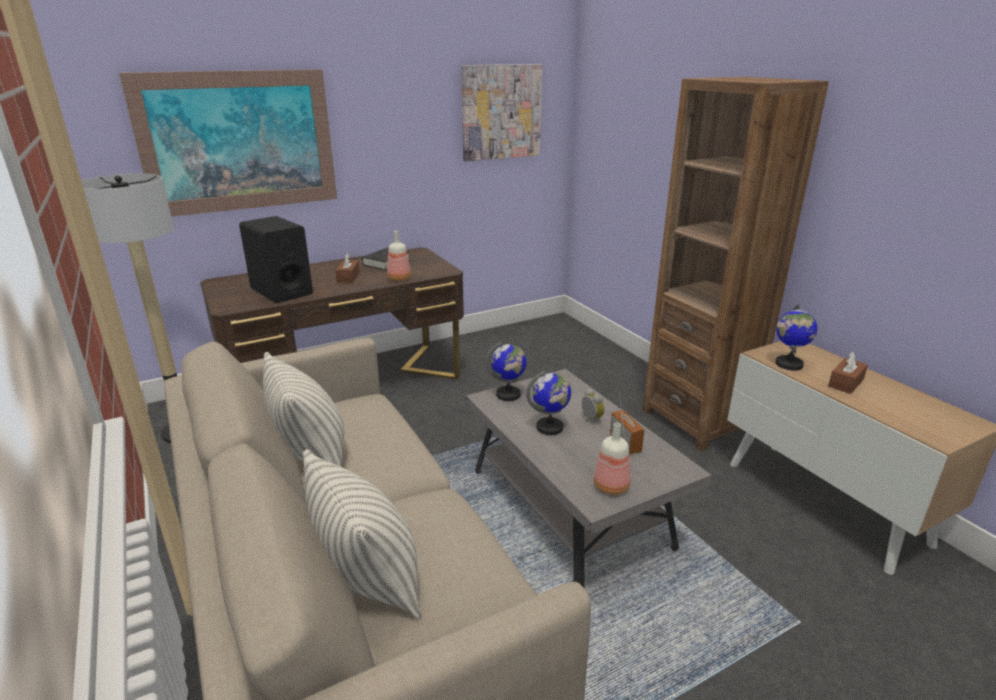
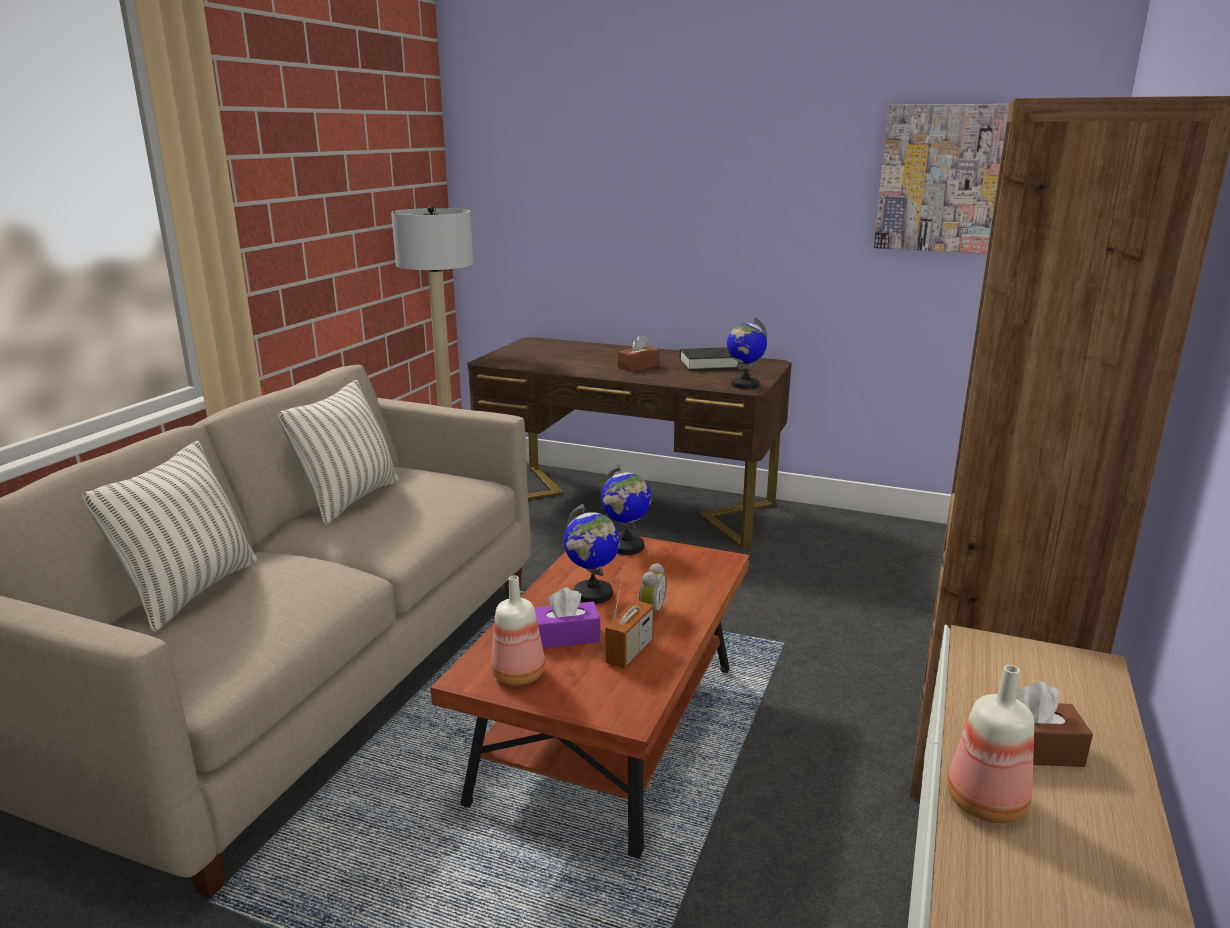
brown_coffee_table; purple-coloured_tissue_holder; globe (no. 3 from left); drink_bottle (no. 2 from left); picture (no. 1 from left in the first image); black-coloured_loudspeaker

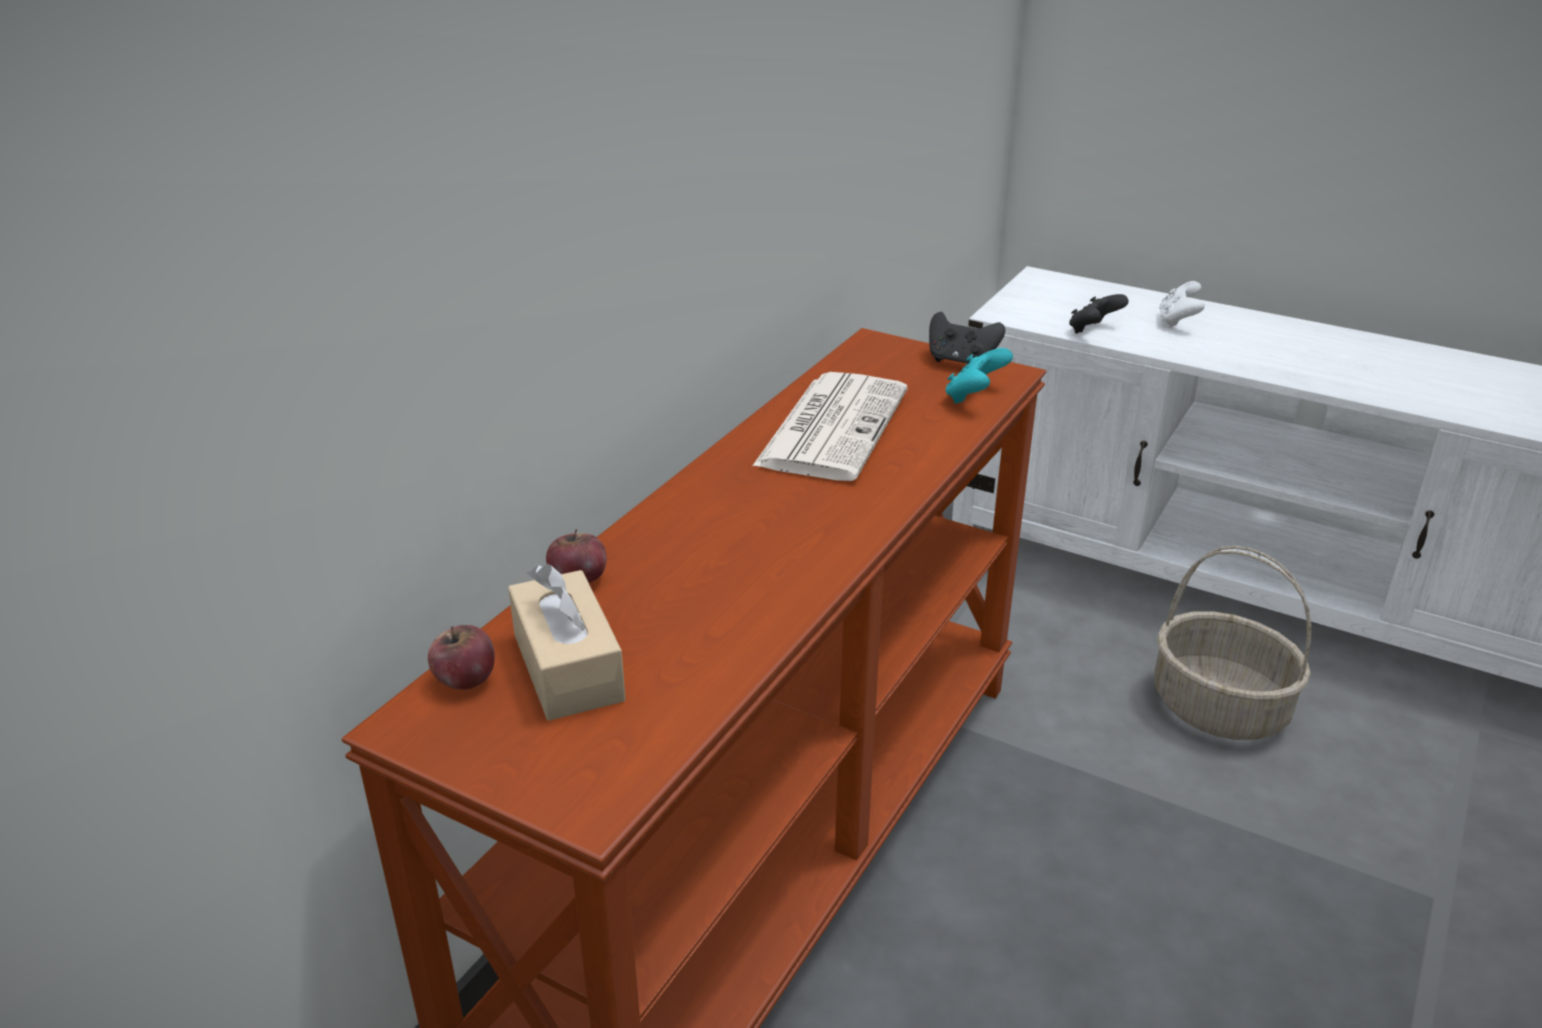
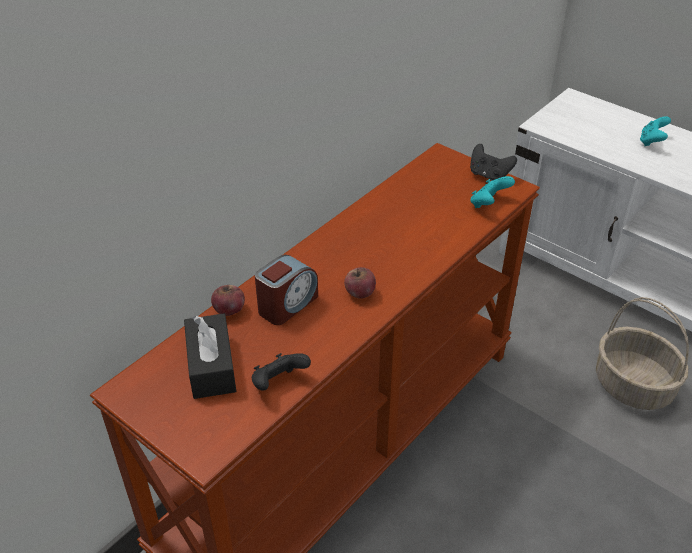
black-coloured_tissue_holder; black-coloured_joypad (no. 1 from left); alarm_clock; apple_fruit (no. 2 from left); blue-green_joypad (no. 2 from left); newspaper

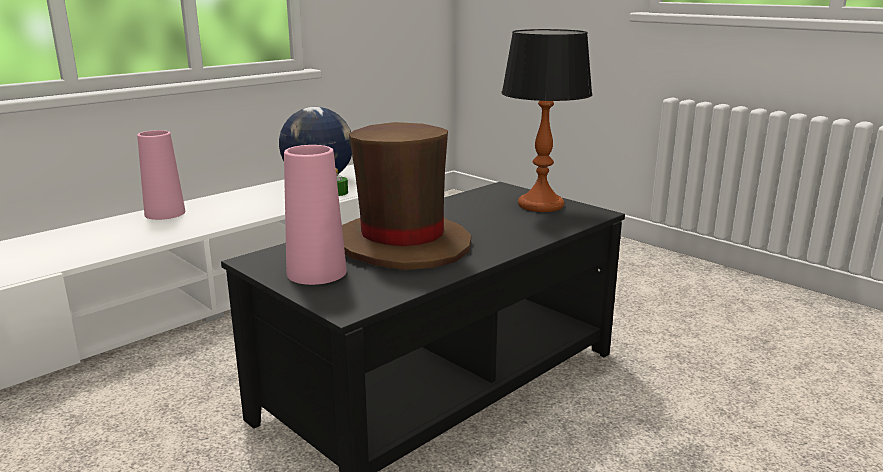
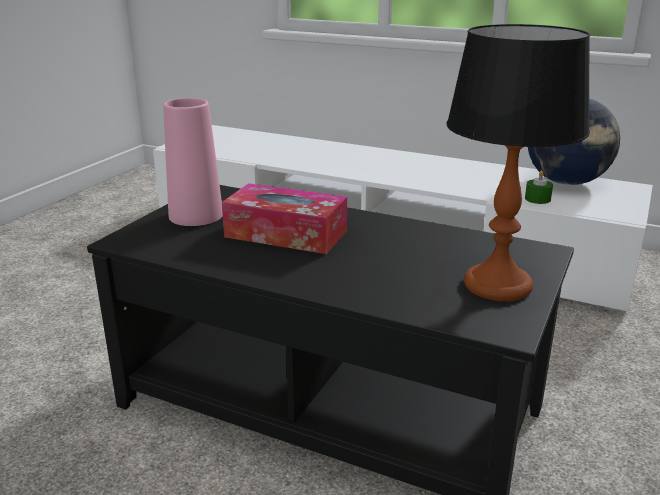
tissue_holder; pinkish_decorative_vase (no. 1 from left in the first image)

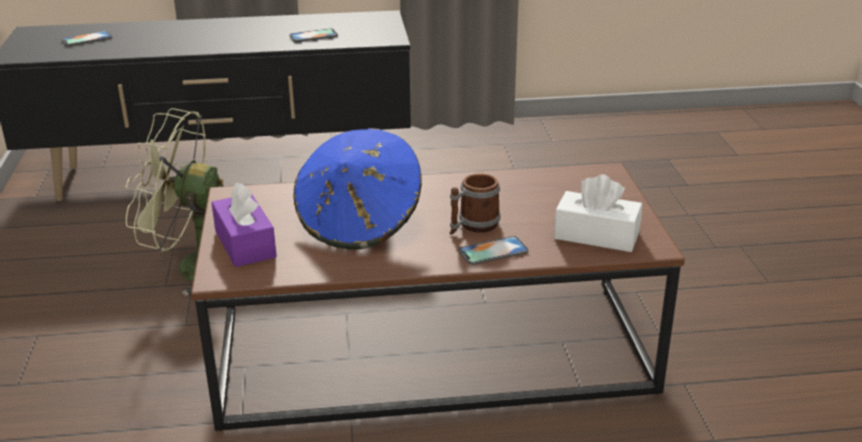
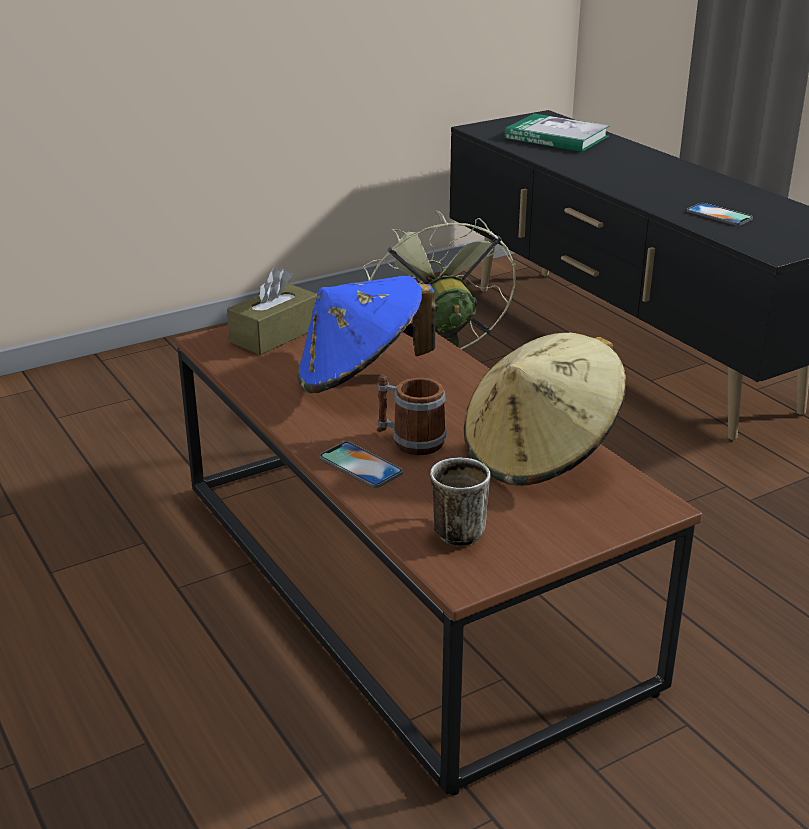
brown_tissue_holder; tea_mug (no. 2 from left); beige-coloured_clothing_hat; book

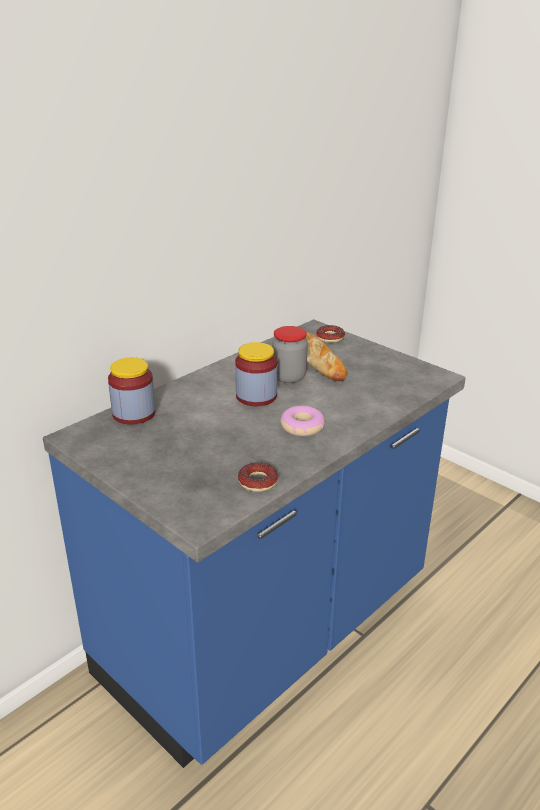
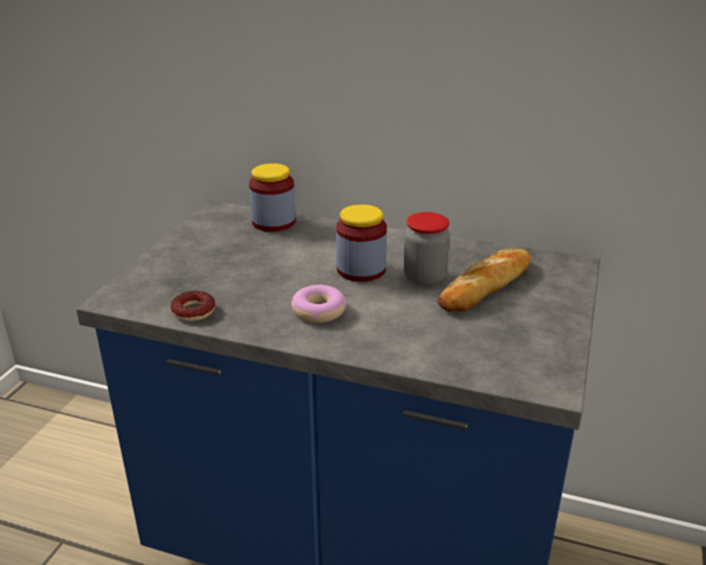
doughnut (no. 3 from left in the first image)

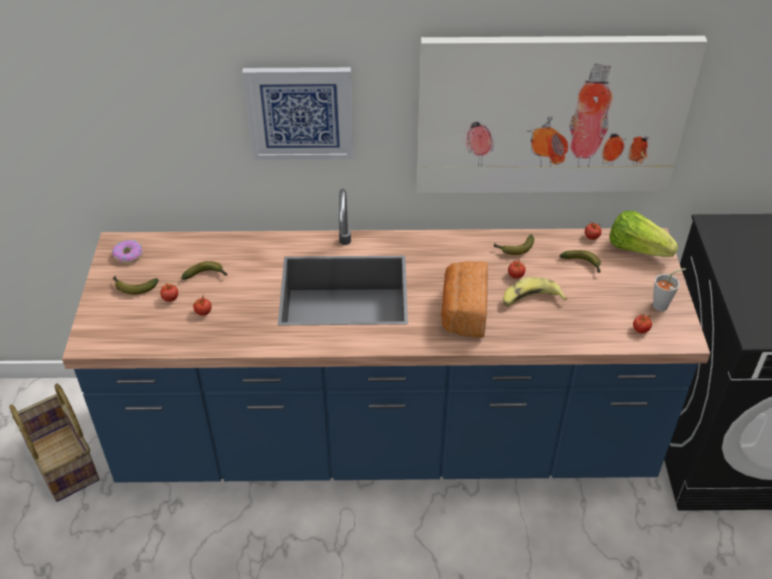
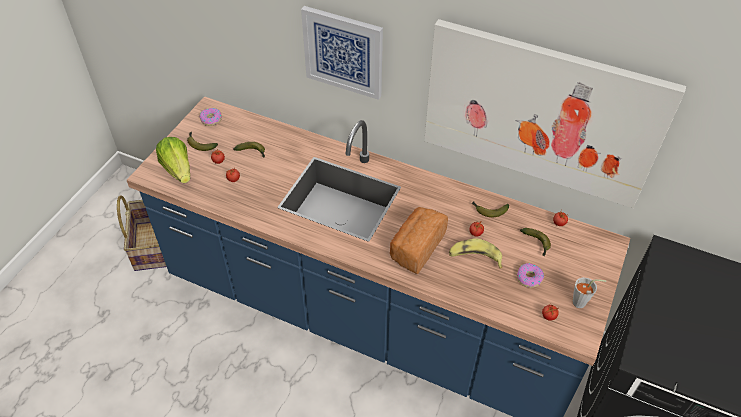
lettuce_head; doughnut (no. 2 from left)

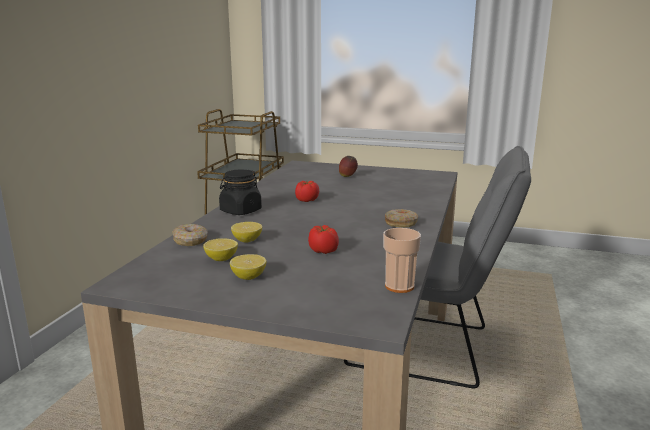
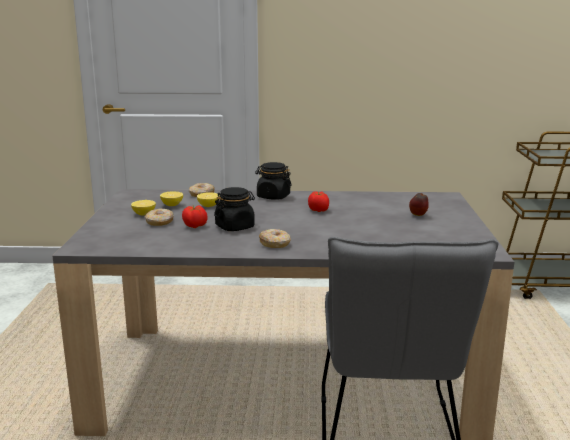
doughnut (no. 1 from left); black-coloured_jar (no. 1 from left); drinking_cup

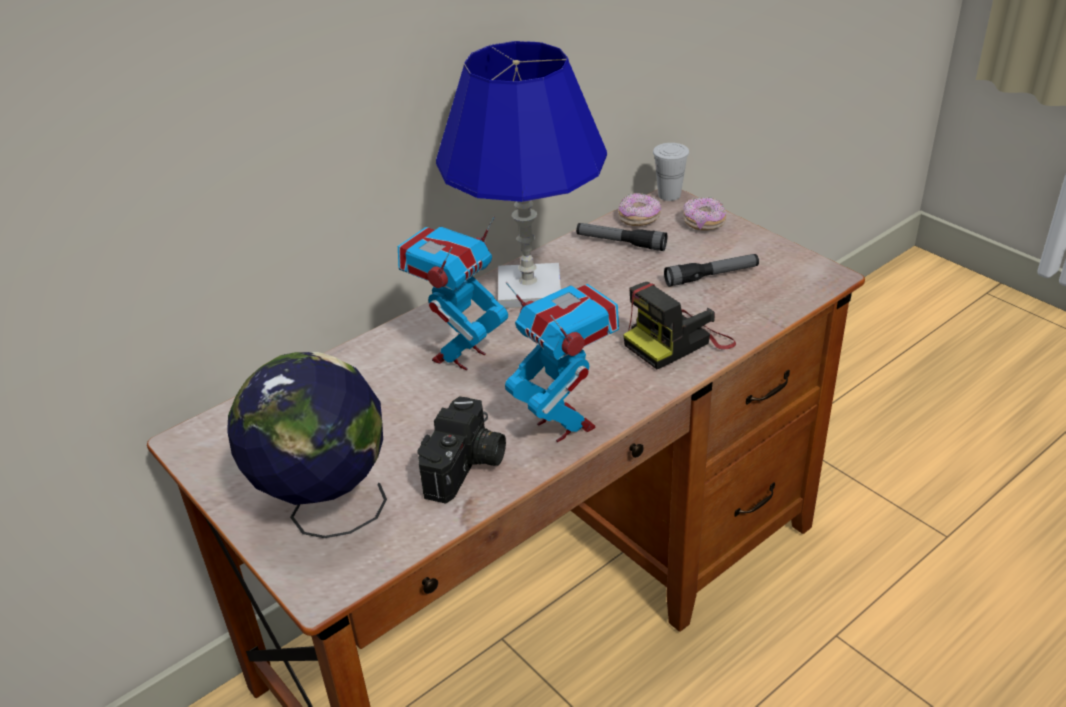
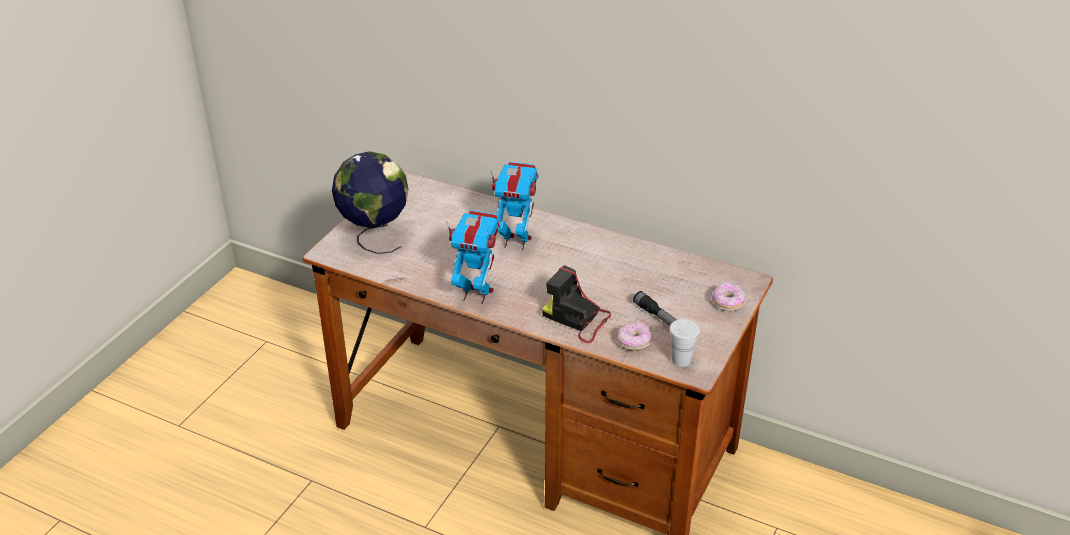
toy_robot (no. 1 from left); doughnut (no. 1 from left); whitish_drinking_cup; photo_camera (no. 1 from left in the first image); blue_tabletop_lamp; torch (no. 1 from left in the first image)

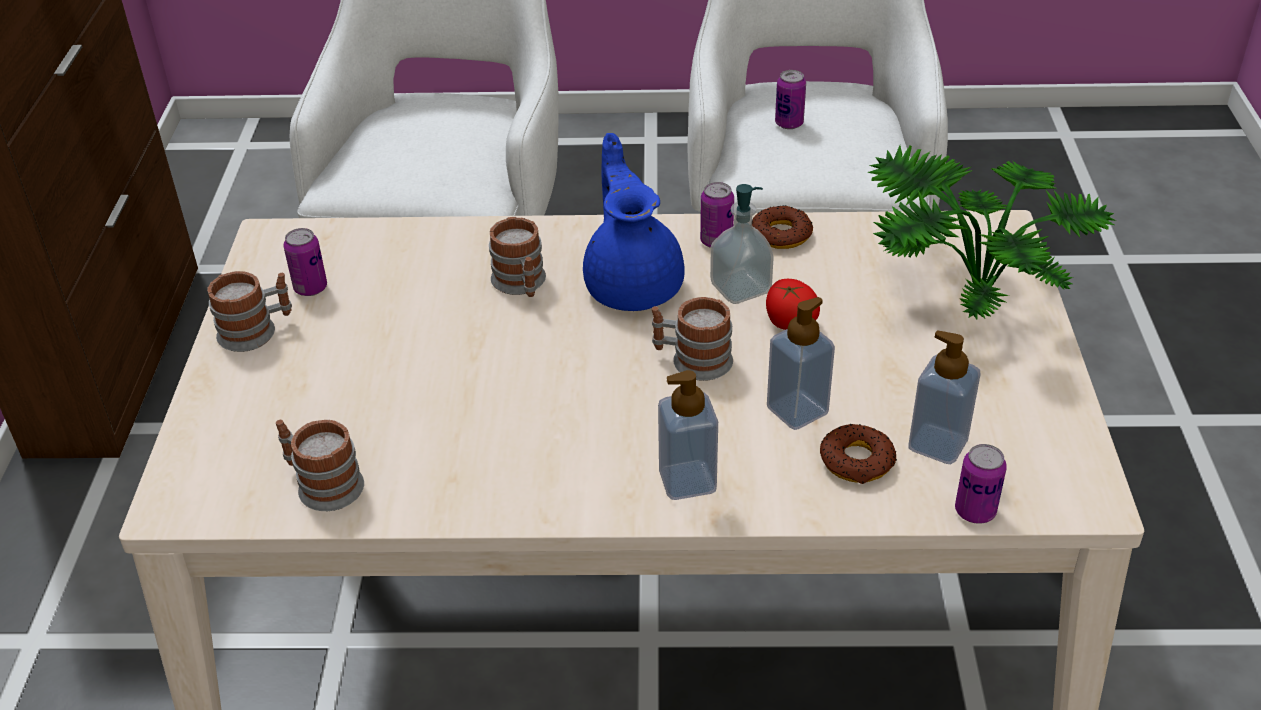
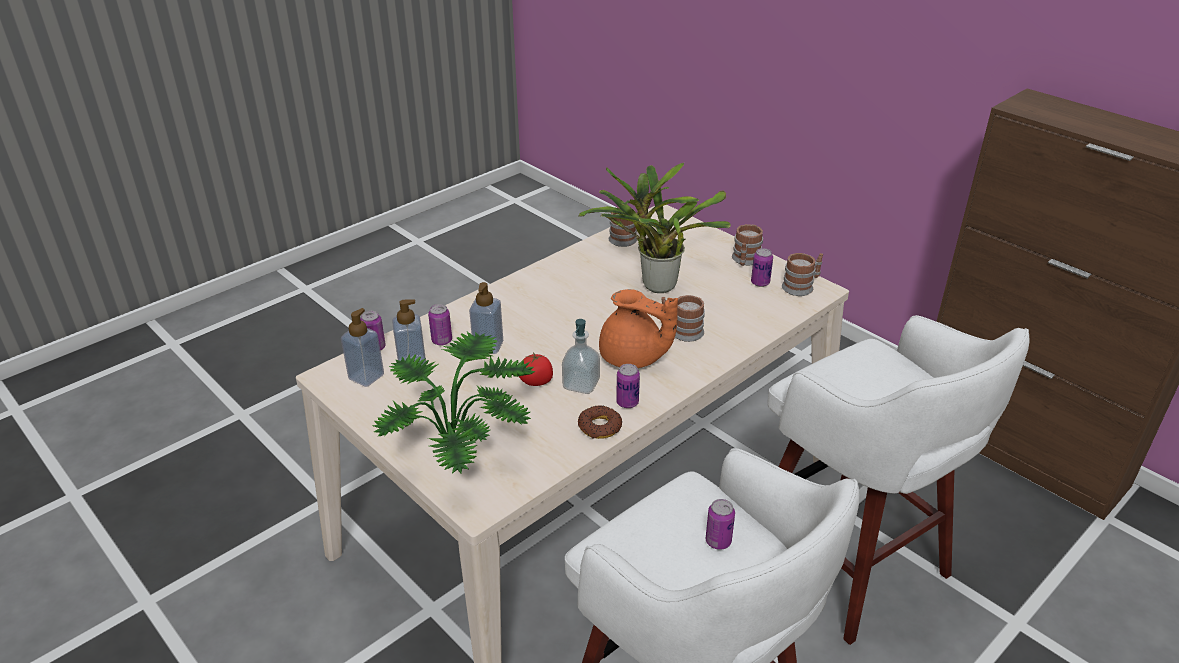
liquid_soap_bottle (no. 1 from left); sealed_can (no. 2 from left); houseplant (no. 2 from left); orangey_tea_pot; tea_mug (no. 4 from left)

